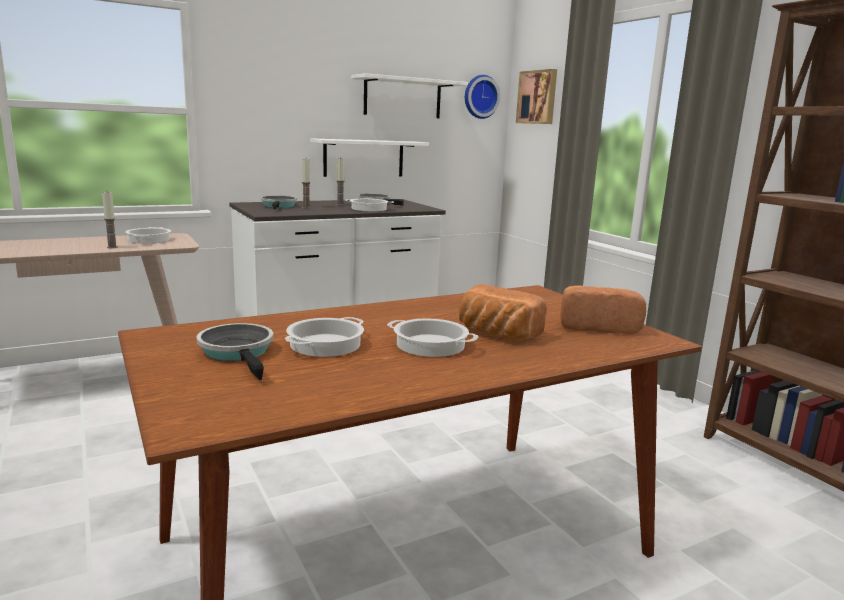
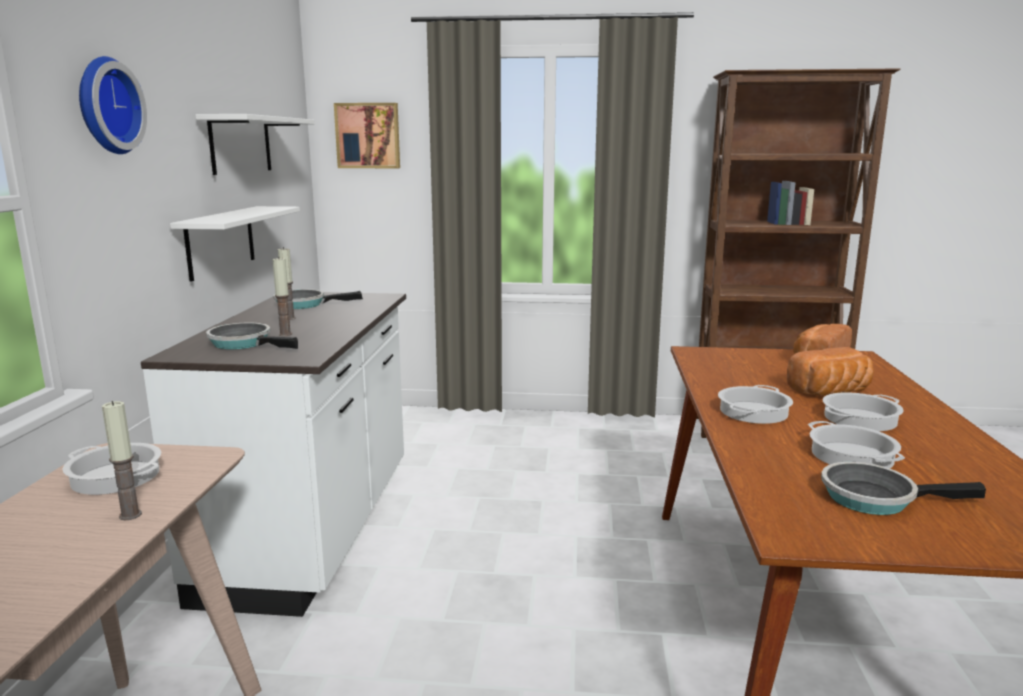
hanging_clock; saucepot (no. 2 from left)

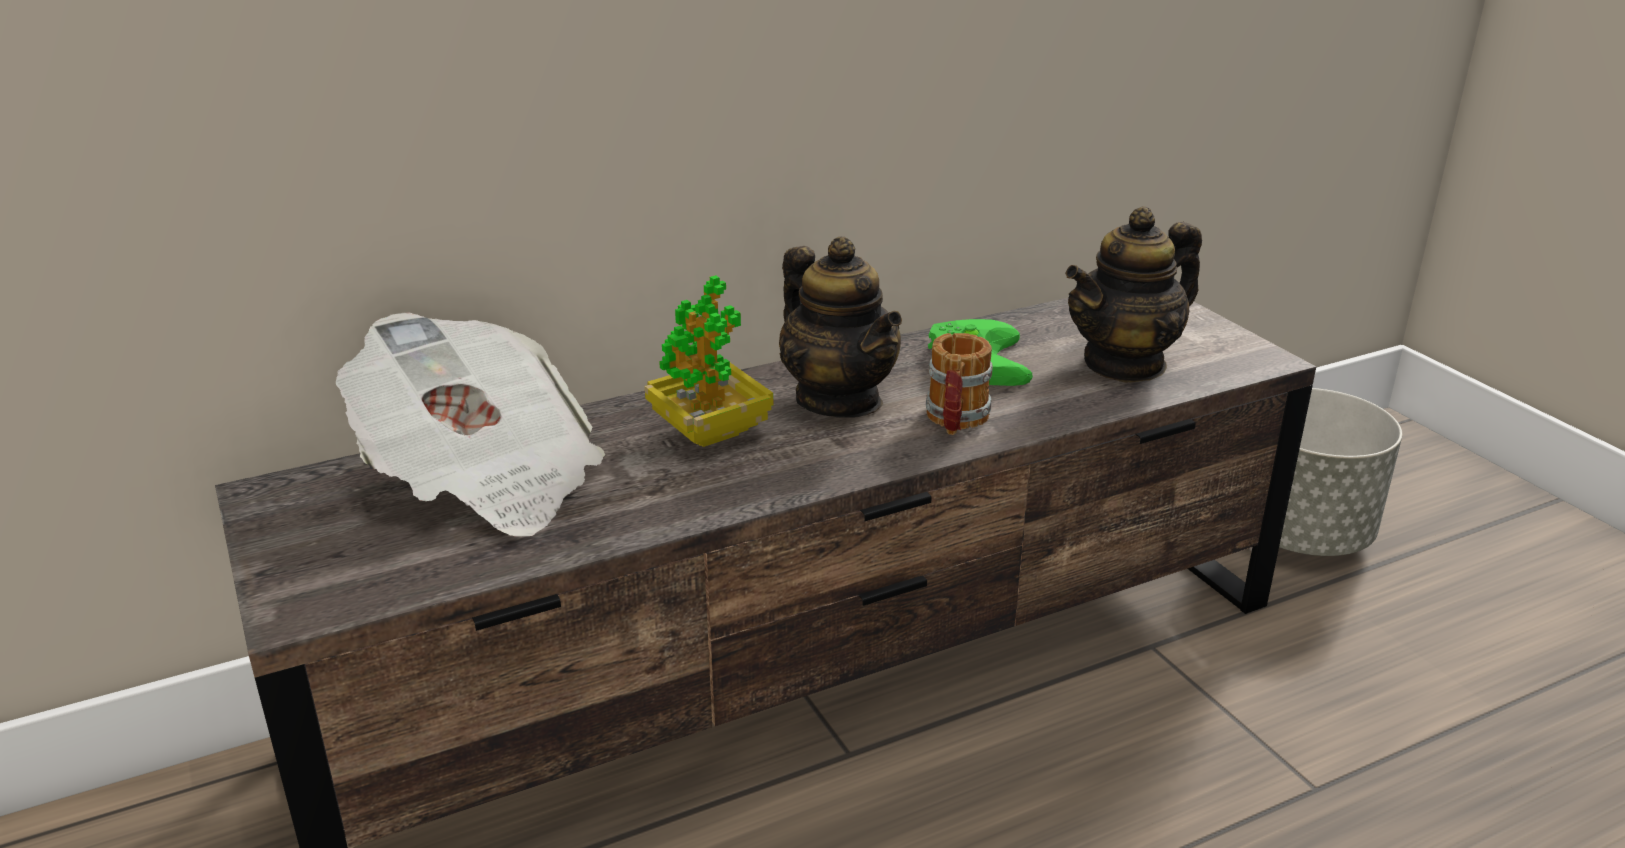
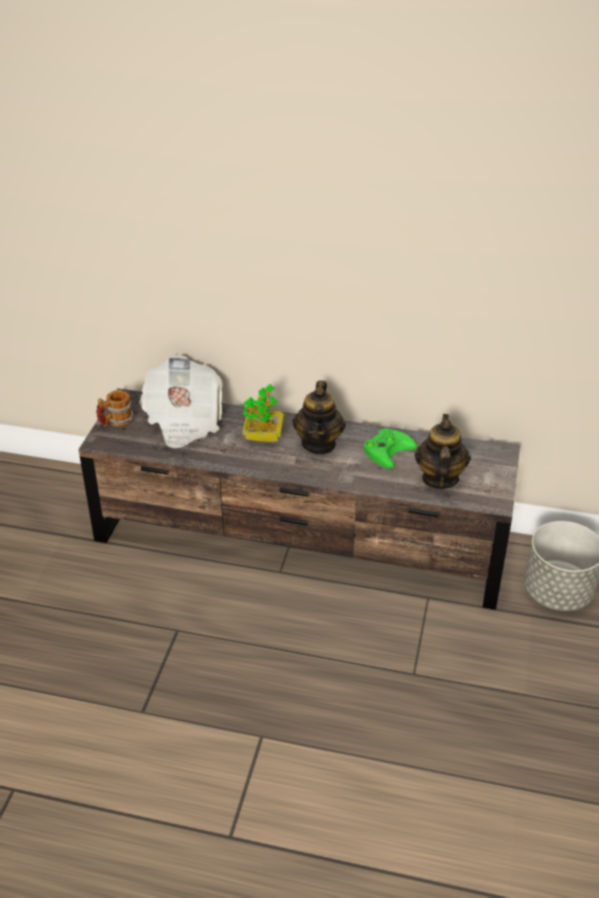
tea_mug; tea_pot (no. 2 from left)

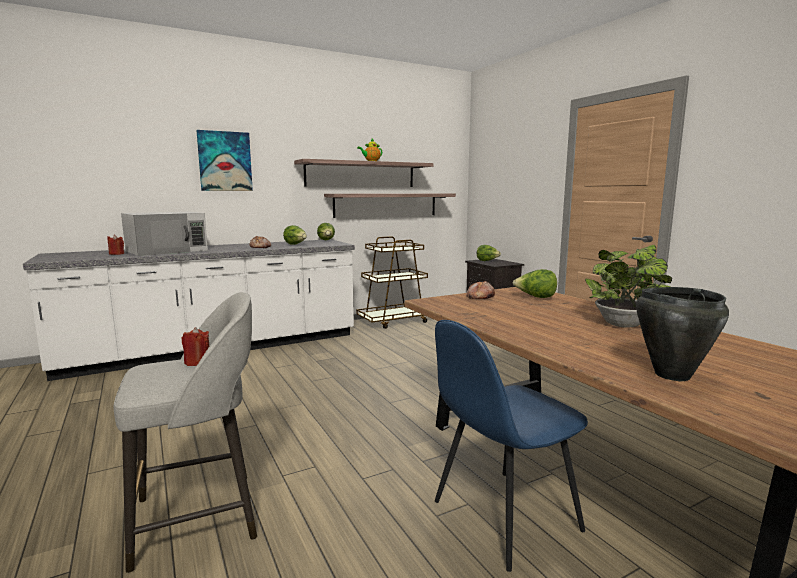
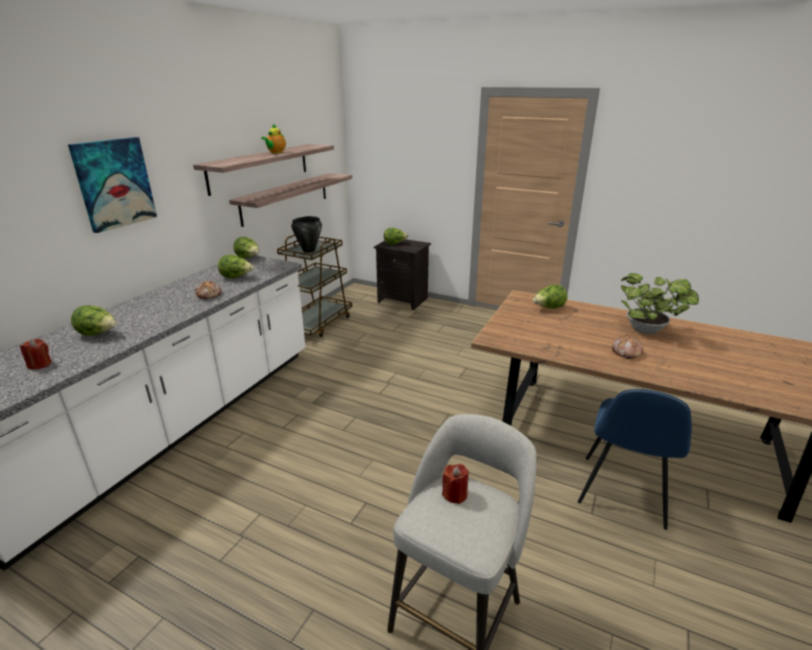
lettuce_head (no. 1 from left); black-coloured_saucepot; baked_bread (no. 2 from left)

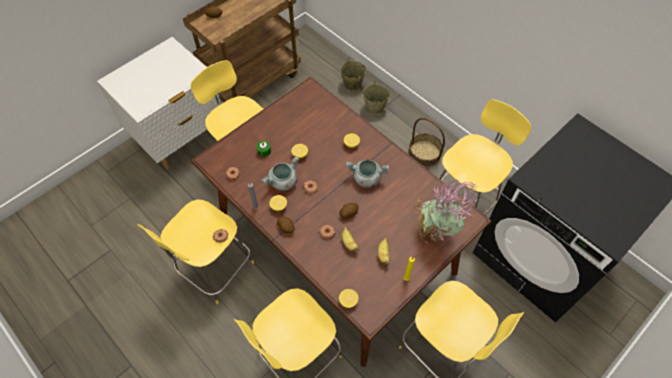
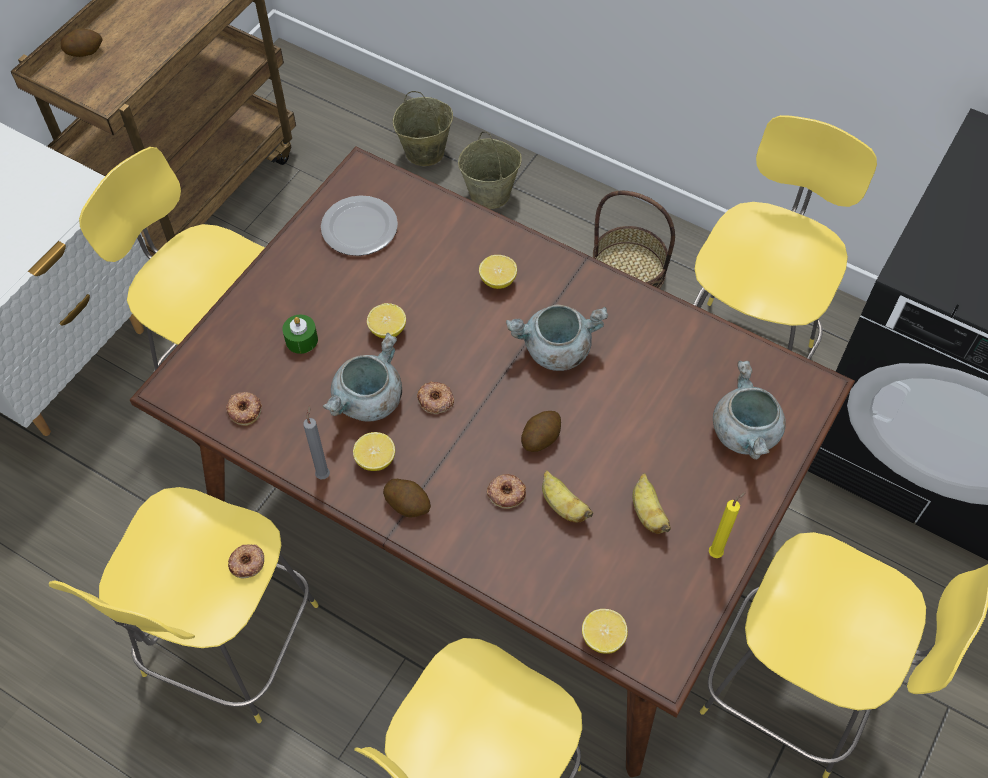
flat_dish; grey_saucepot (no. 3 from left)

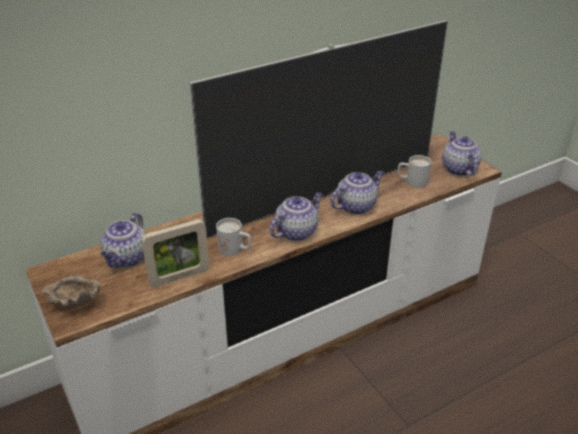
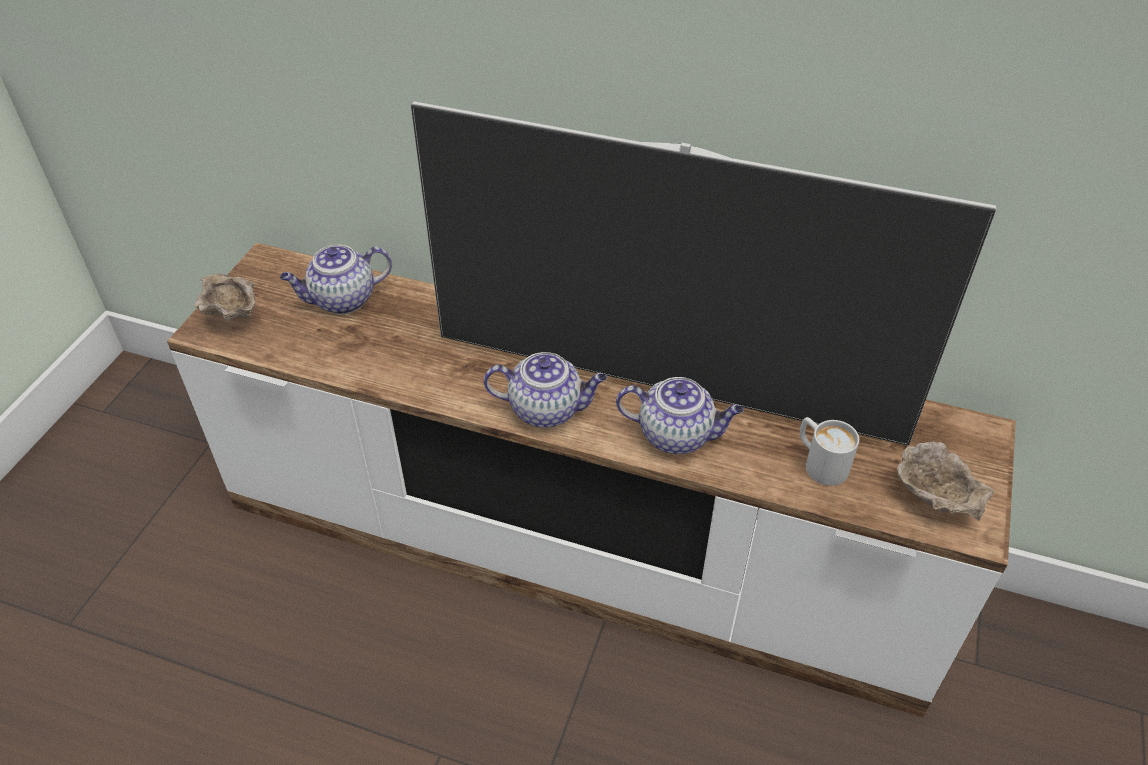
beige-coloured_serving_bowl (no. 2 from left); standing_frame; whitish_tea_mug (no. 1 from left in the first image)

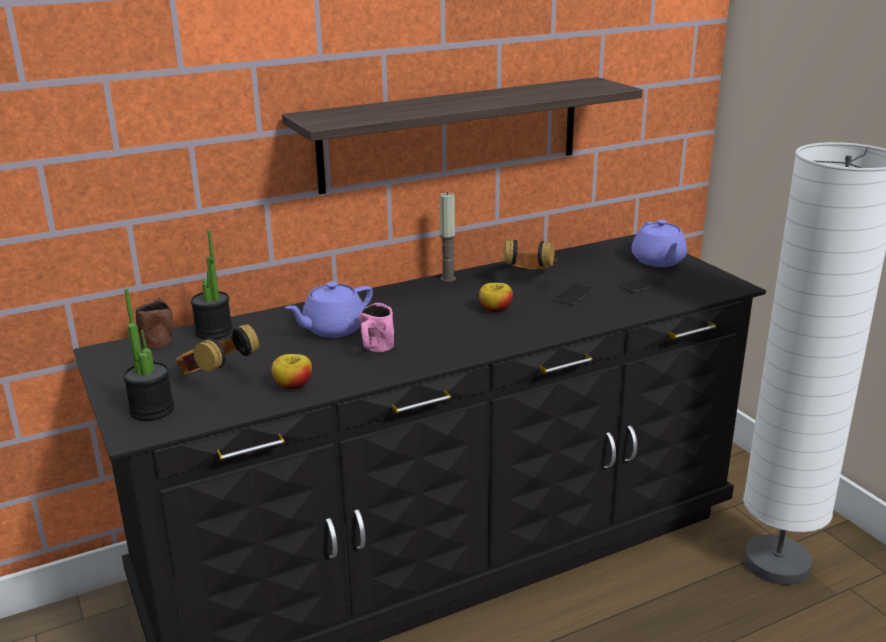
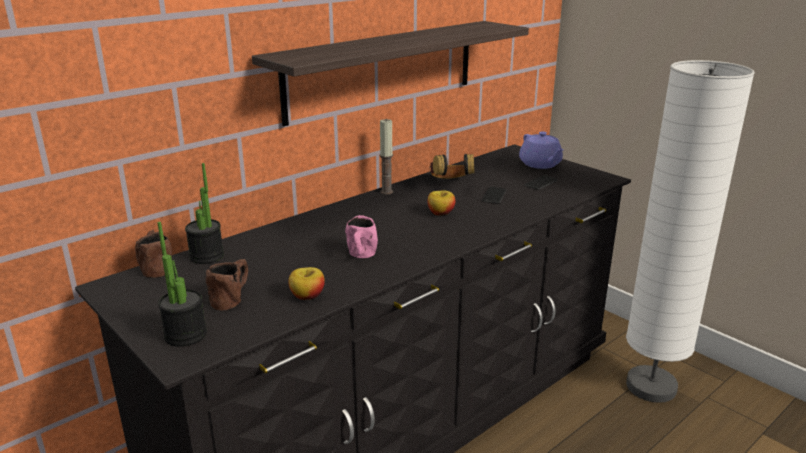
brown_tea_mug (no. 2 from left); purple-coloured_tea_pot (no. 1 from left in the first image)

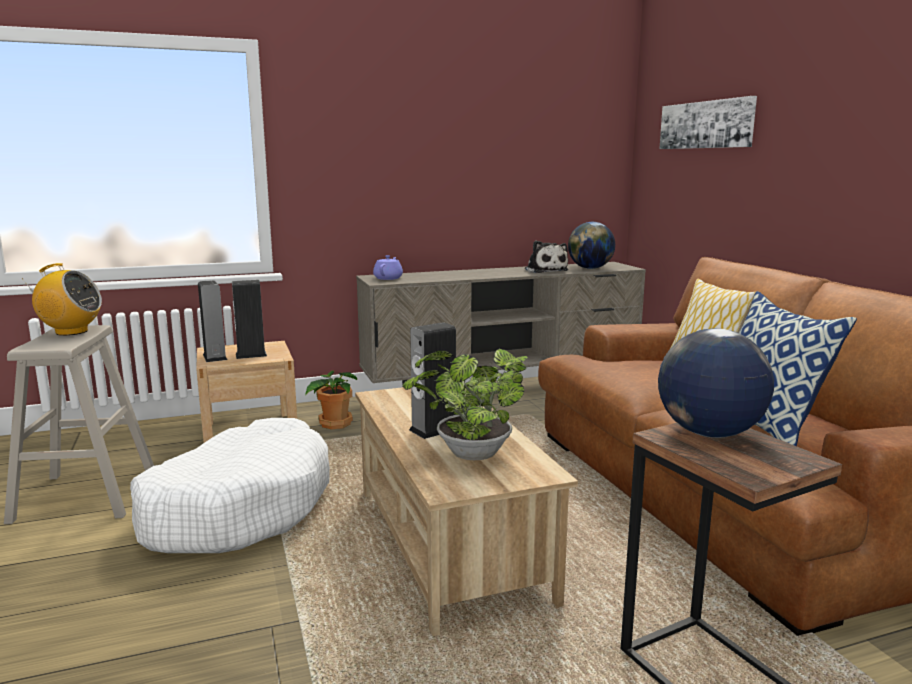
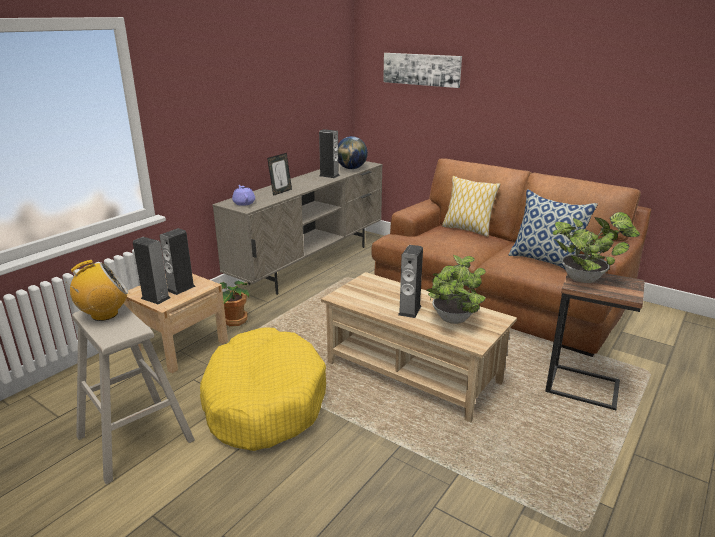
yellow-coloured_dog_cushion; standing_frame; loudspeaker (no. 3 from left); houseplant (no. 3 from left)

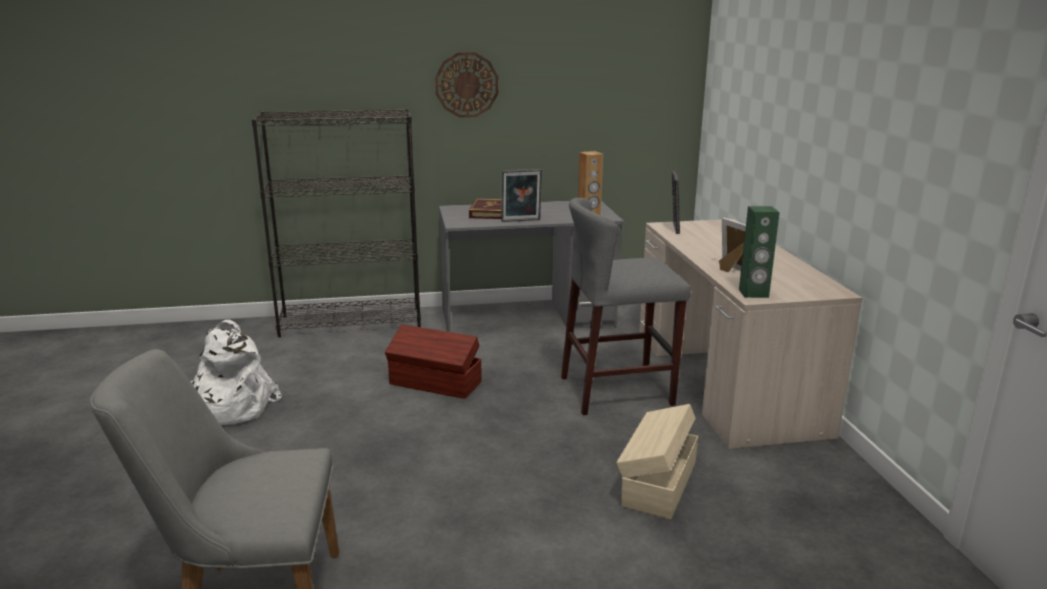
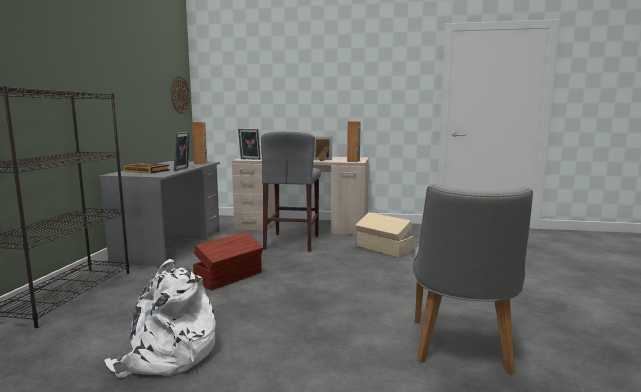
hanging_clock; brown_loudspeaker (no. 2 from left)

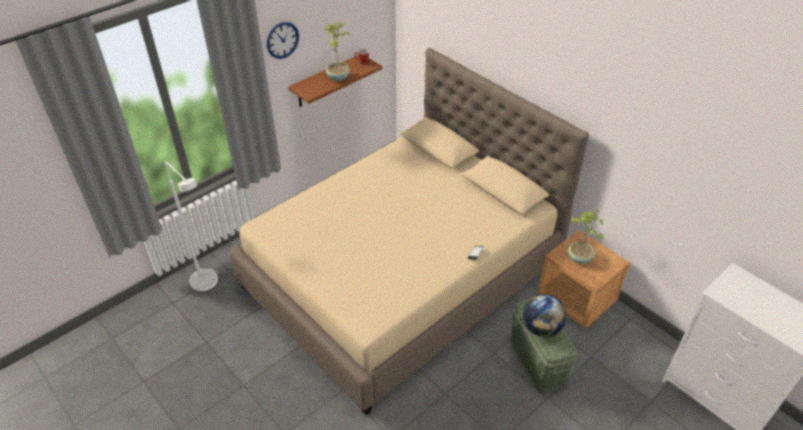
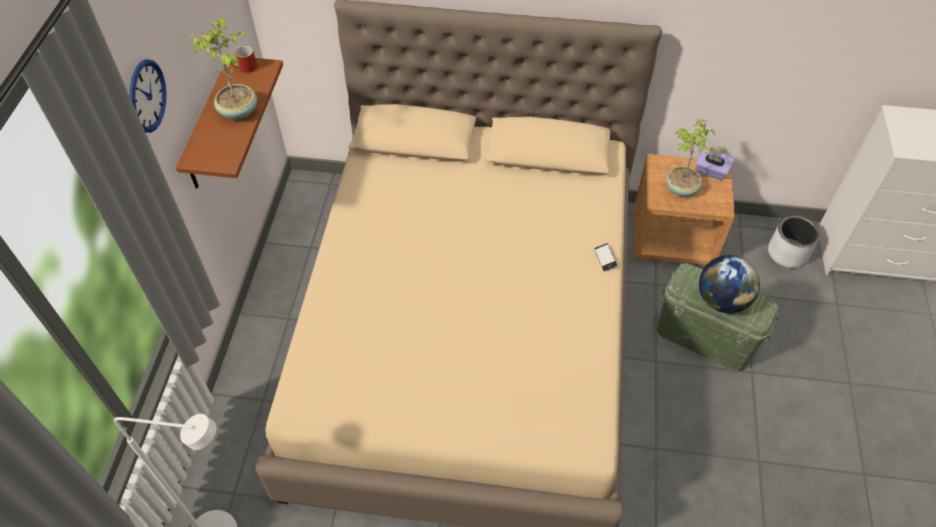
purple-coloured_tissue_holder; grey_plant_pot

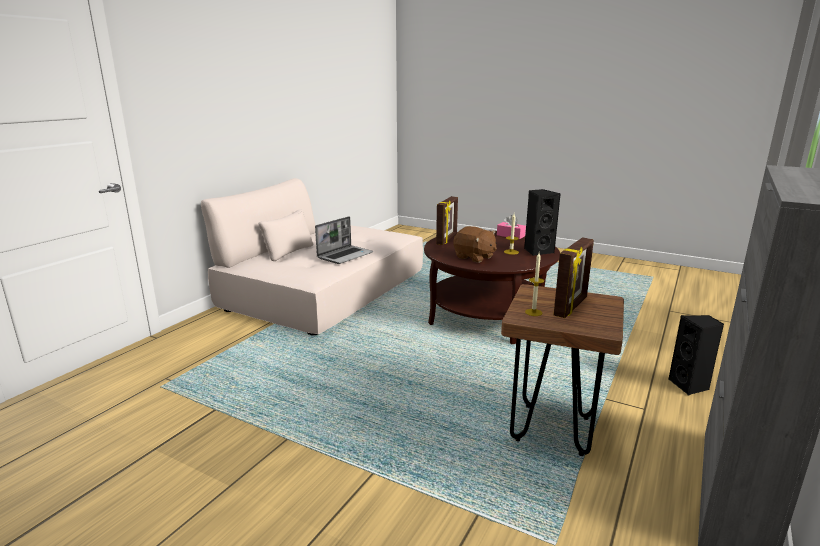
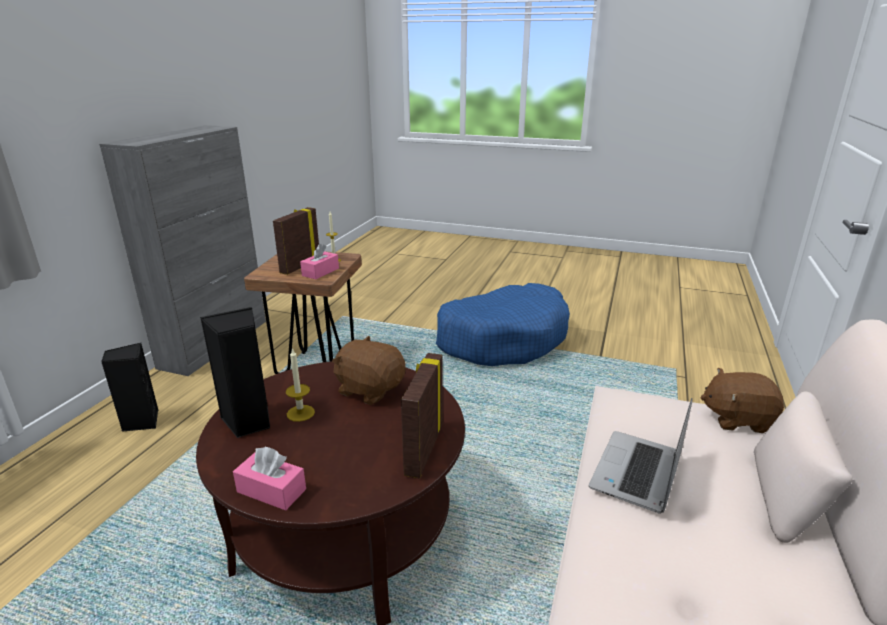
pinkish_tissue_holder (no. 2 from left); blue_dog_cushion; brown_soft_toy (no. 2 from left)

